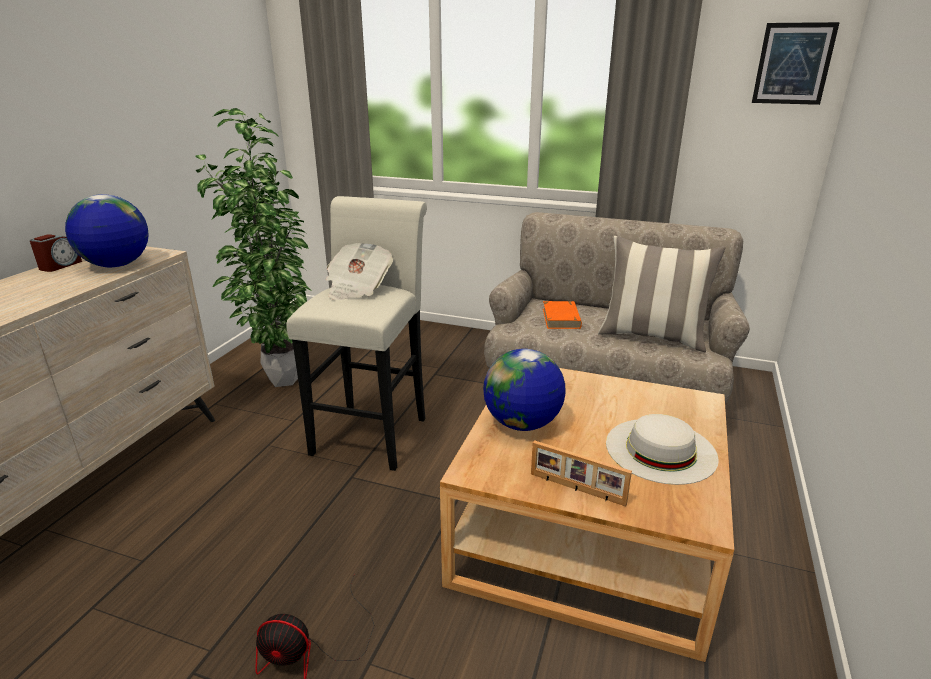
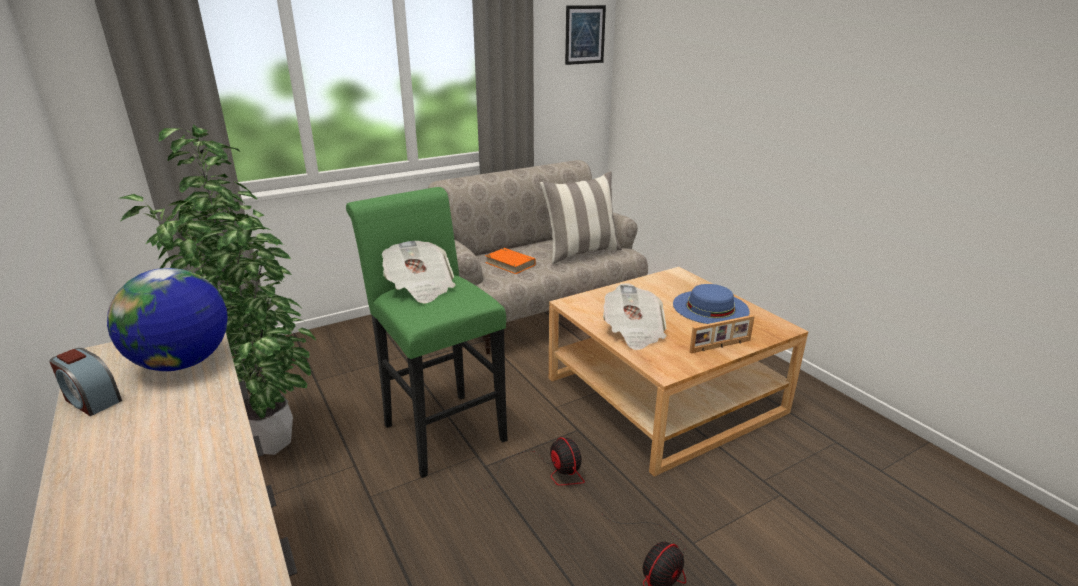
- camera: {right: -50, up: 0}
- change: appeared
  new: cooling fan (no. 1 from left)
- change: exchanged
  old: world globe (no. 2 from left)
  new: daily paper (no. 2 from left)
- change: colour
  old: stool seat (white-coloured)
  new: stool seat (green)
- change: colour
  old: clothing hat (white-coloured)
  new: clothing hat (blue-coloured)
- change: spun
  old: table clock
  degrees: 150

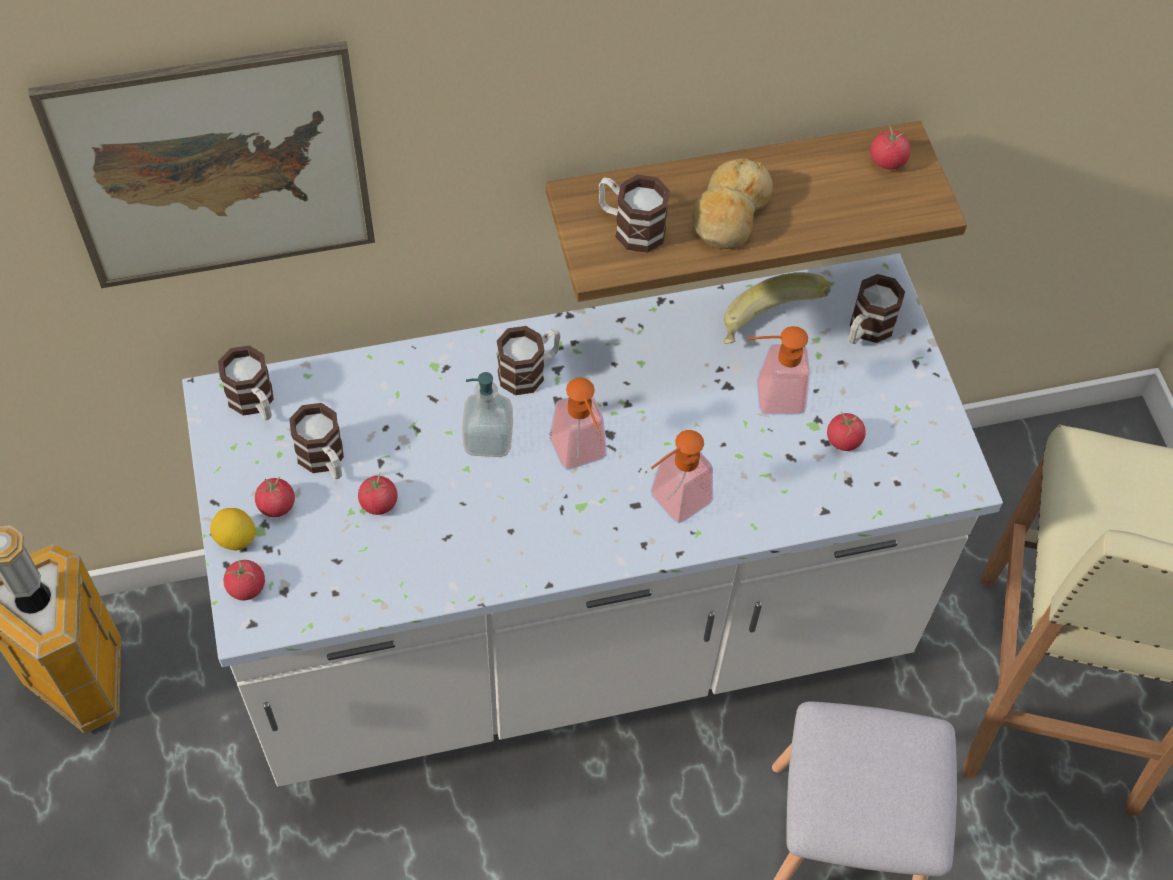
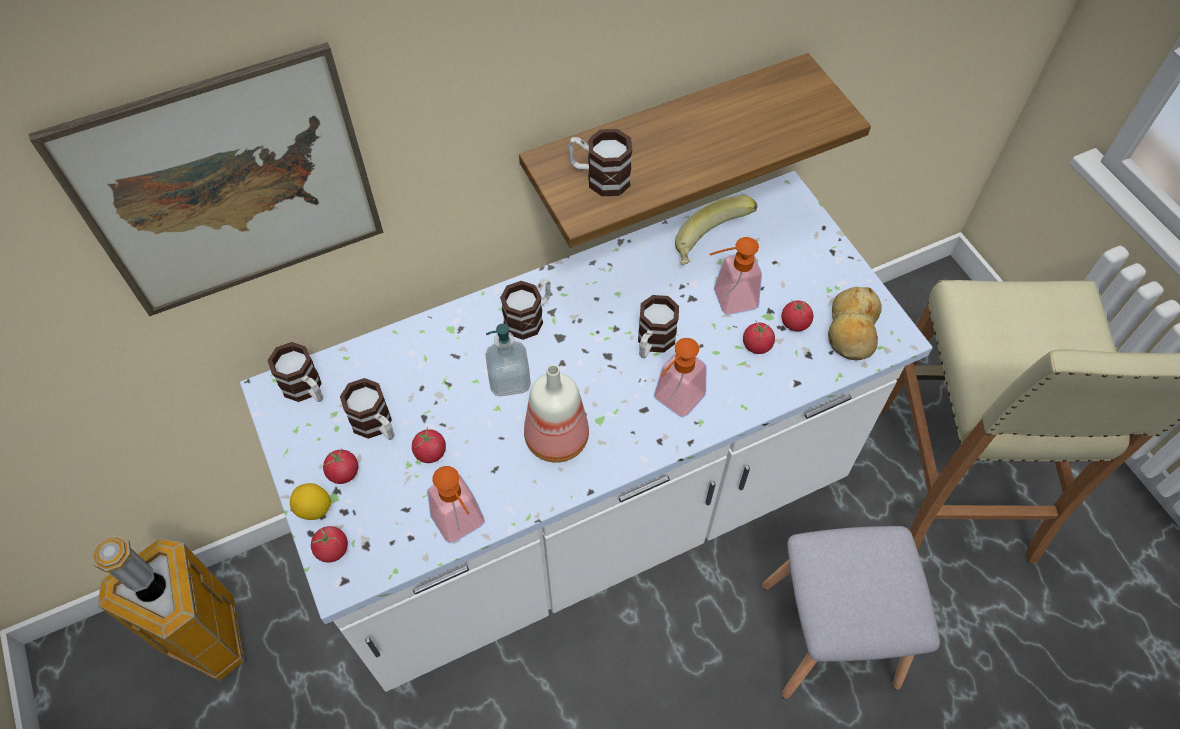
- camera: {right: -10, up: 0}
- change: appeared
  new: beverage bottle
- change: relocated
  old: soap bottle (no. 2 from left in the first image)
  new: soap bottle (no. 1 from left)
- change: relocated
  old: bakery bread
- change: relocated
  old: coffee mug (no. 5 from left)
- change: relocated
  old: fresh tomato (no. 5 from left in the first image)
  new: fresh tomato (no. 4 from left)

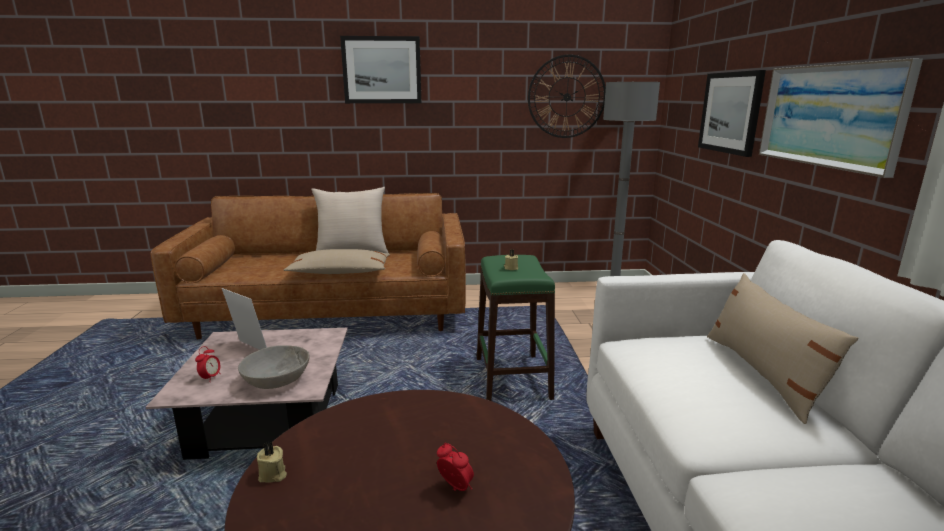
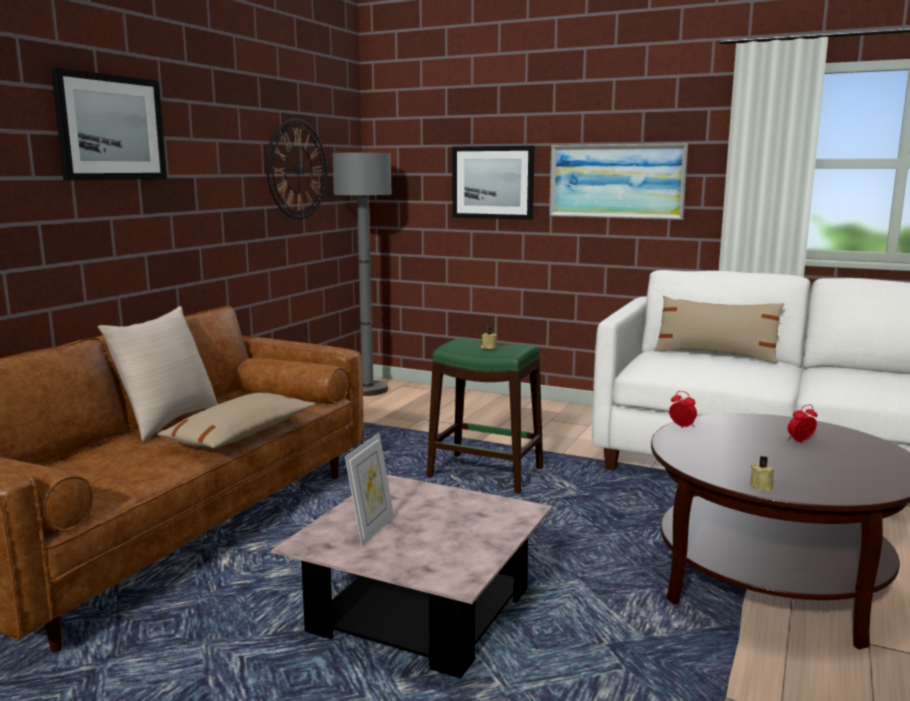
- camera: {right: -60, up: -5}
- change: missing
  old: serving bowl (grey)
- change: relocated
  old: table clock (no. 1 from left)
- change: spun
  old: photo frame
  degrees: 135

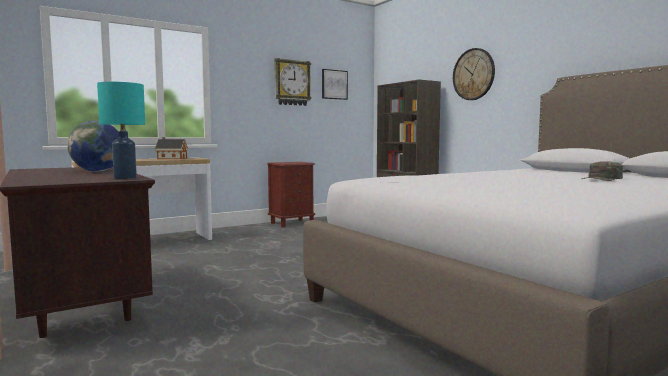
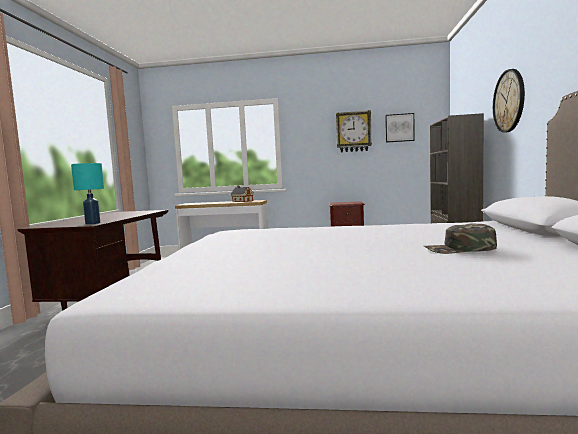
- camera: {right: 40, up: 0}
- change: missing
  old: world globe

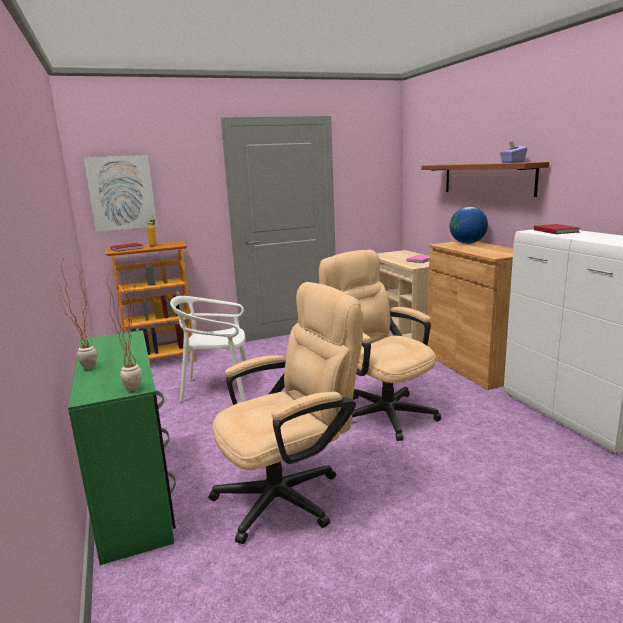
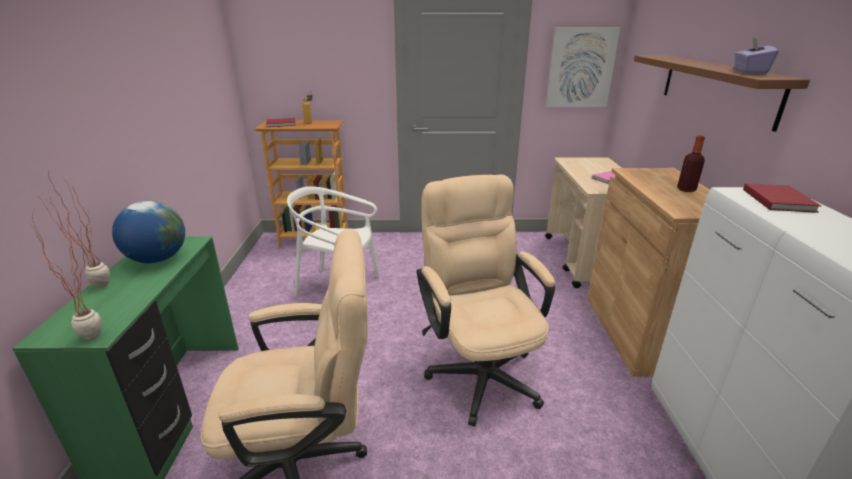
- camera: {right: 20, up: 10}
- change: appeared
  new: beverage bottle (no. 2 from left)
- change: relocated
  old: wall picture
- change: relocated
  old: world globe

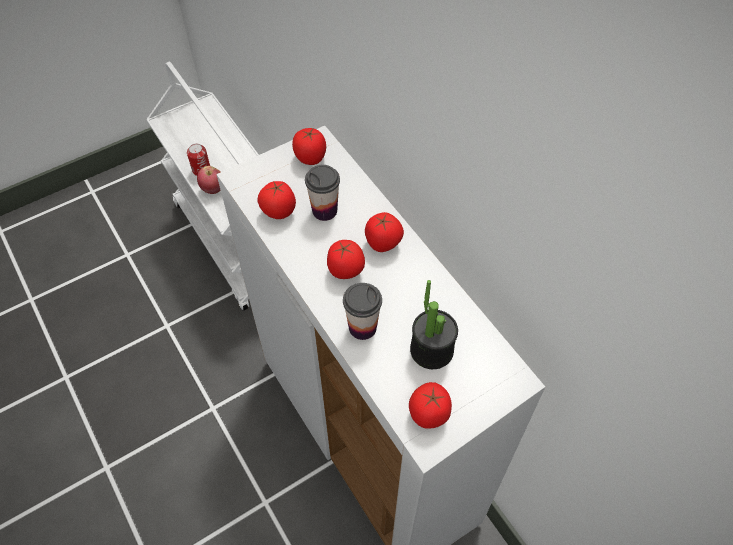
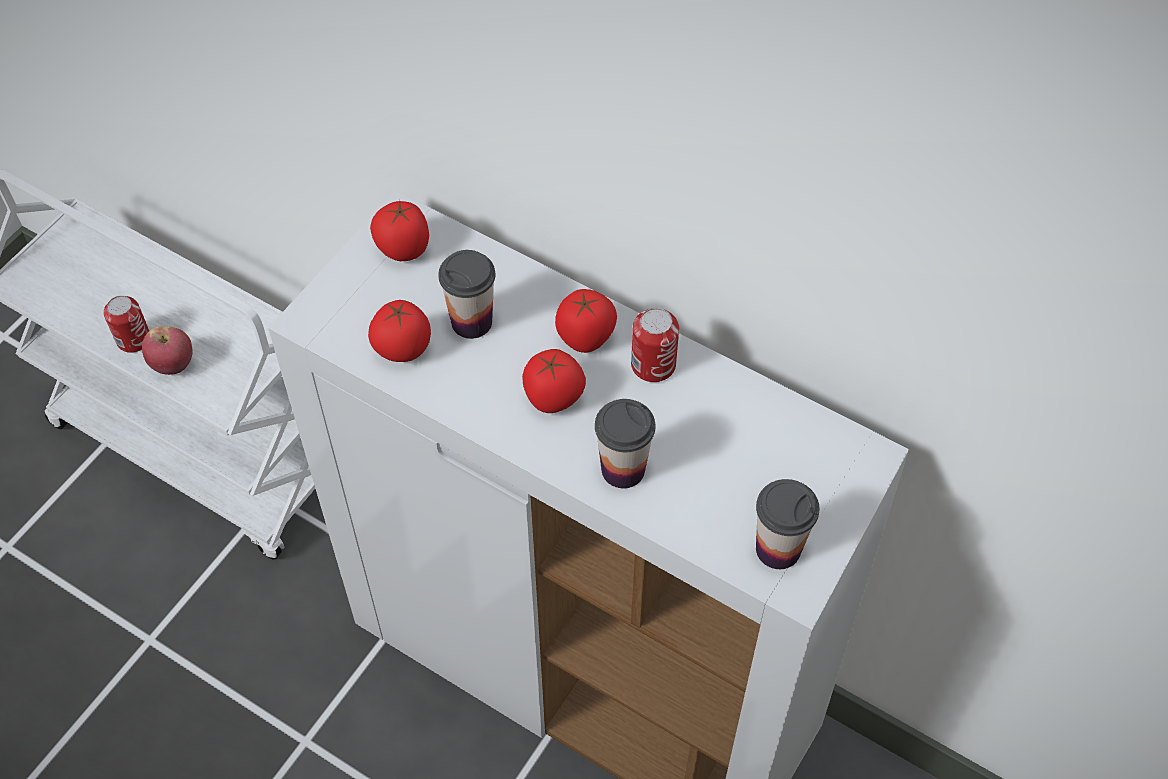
- camera: {right: -25, up: 0}
- change: missing
  old: potted plant
- change: appeared
  new: metal can (no. 2 from left)
- change: exchanged
  old: fresh tomato (no. 5 from left)
  new: drinking cup (no. 3 from left)

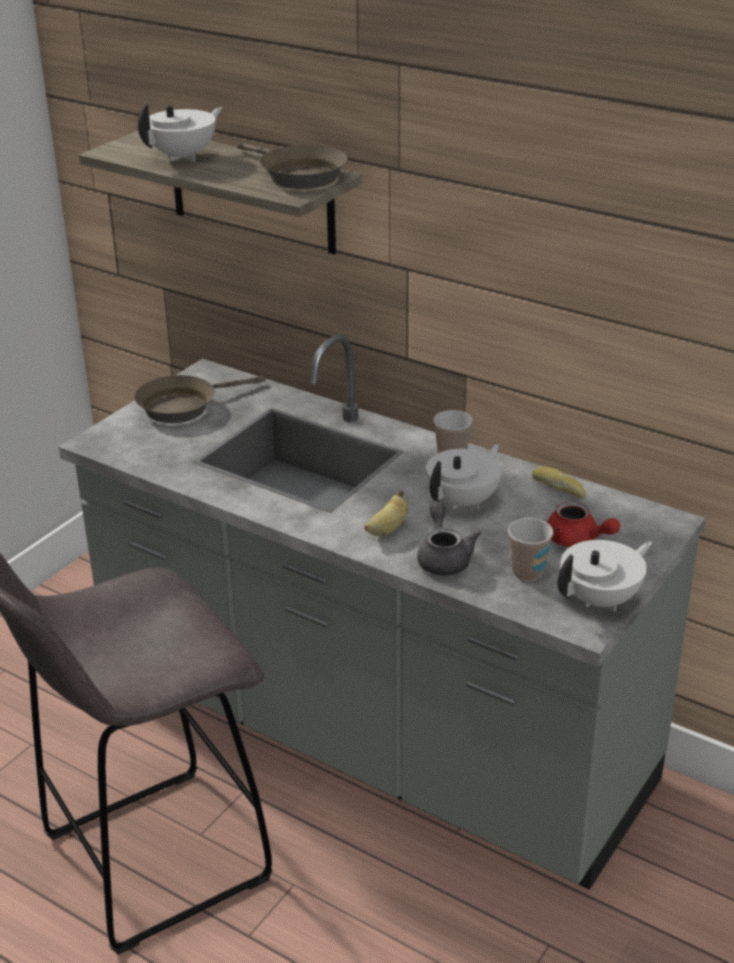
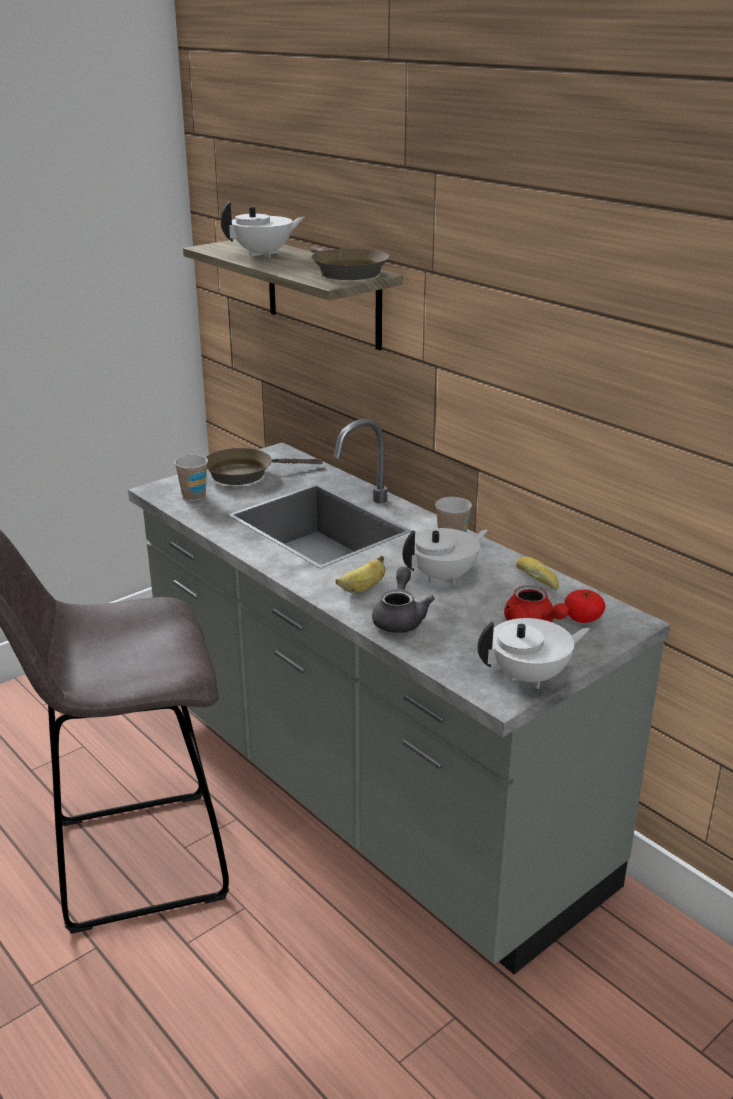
- camera: {right: 15, up: -5}
- change: appeared
  new: fresh tomato
- change: relocated
  old: drinking cup (no. 2 from left in the first image)
  new: drinking cup (no. 1 from left)

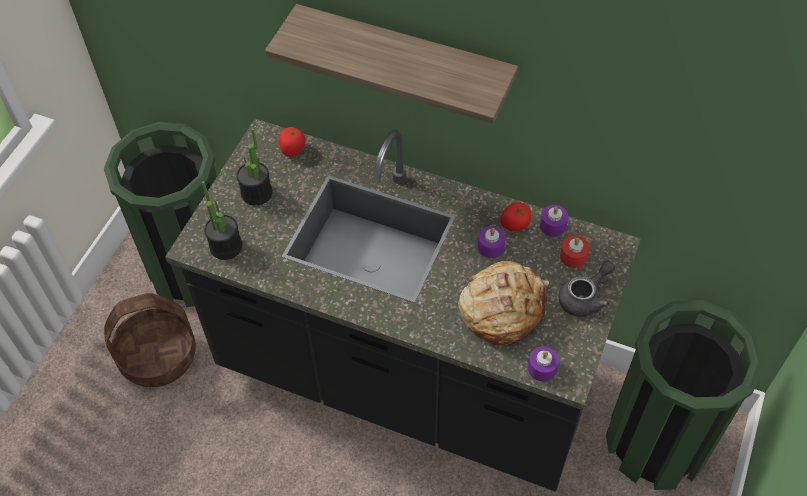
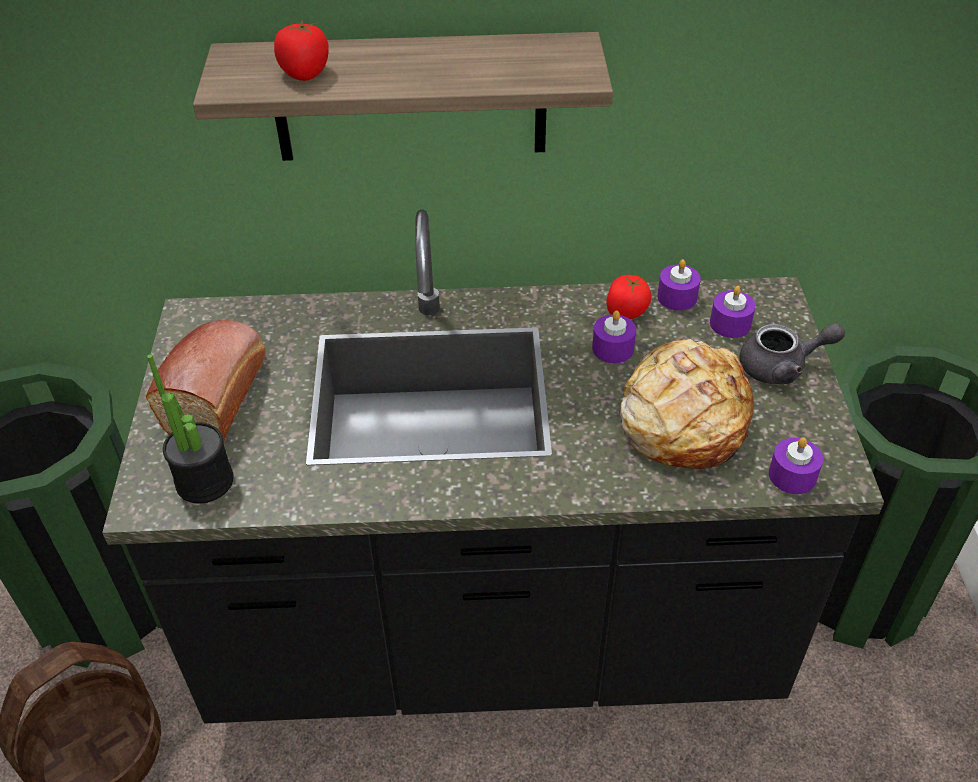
- camera: {right: -25, up: -10}
- change: relocated
  old: fresh tomato (no. 1 from left)
- change: exchanged
  old: potted plant (no. 2 from left)
  new: bakery bread (no. 1 from left)
- change: colour
  old: candle (red)
  new: candle (purple) (no. 3 from left)
- change: spun
  old: tea pot (grey)
  degrees: 60

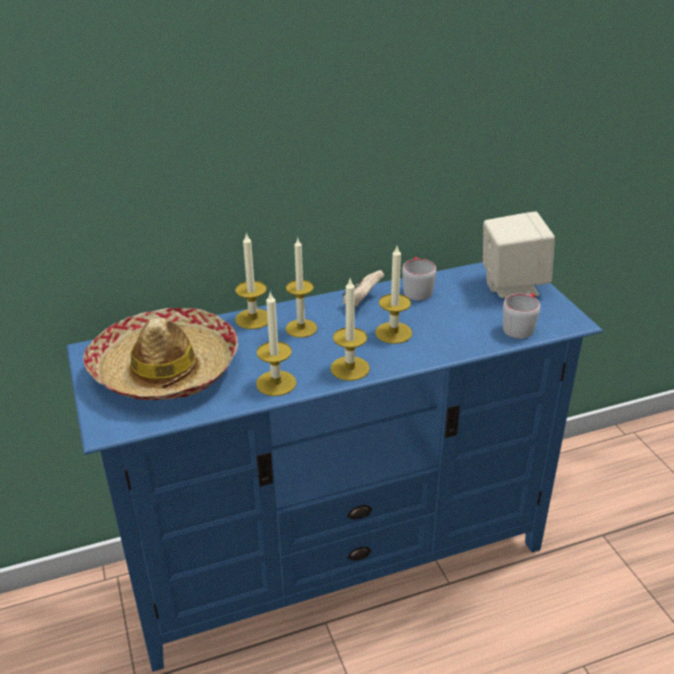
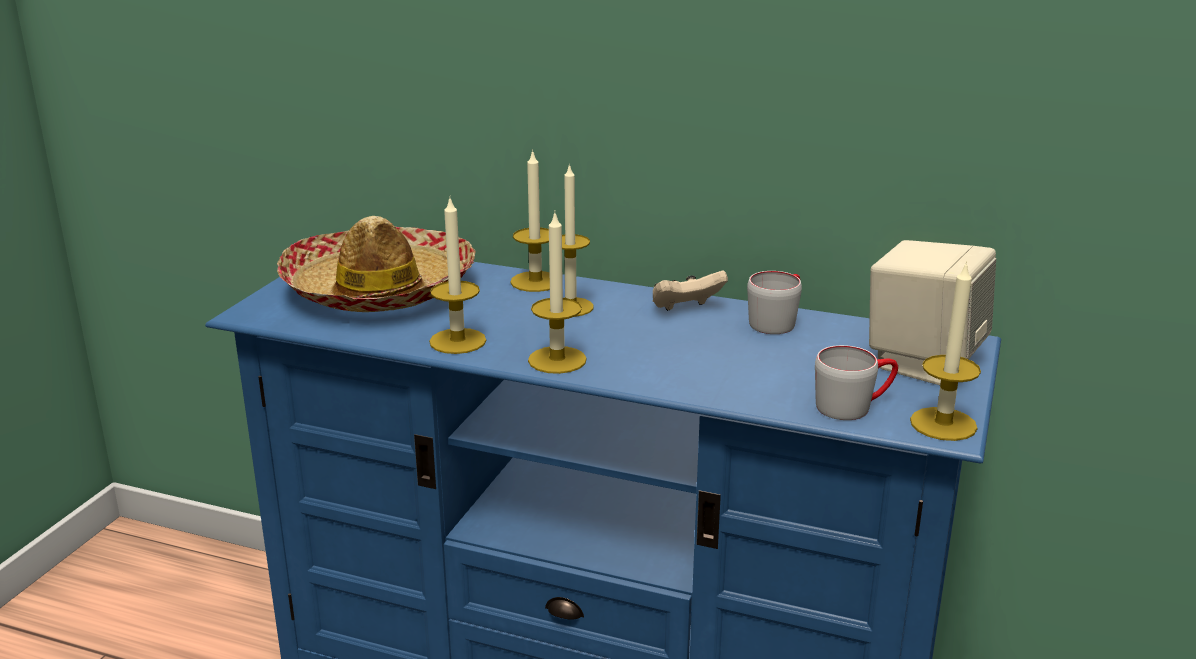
- camera: {right: 40, up: -10}
- change: relocated
  old: candle (no. 5 from left)

